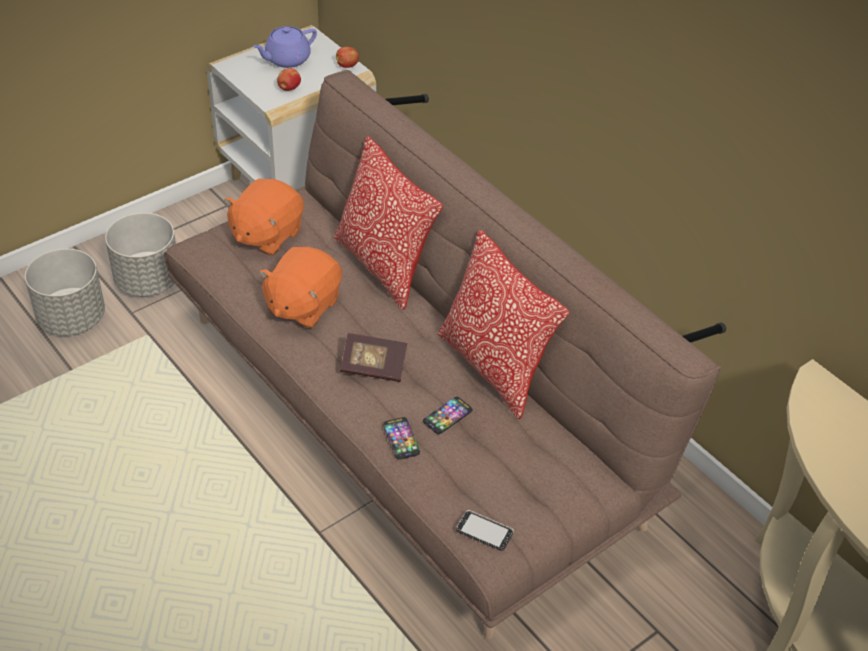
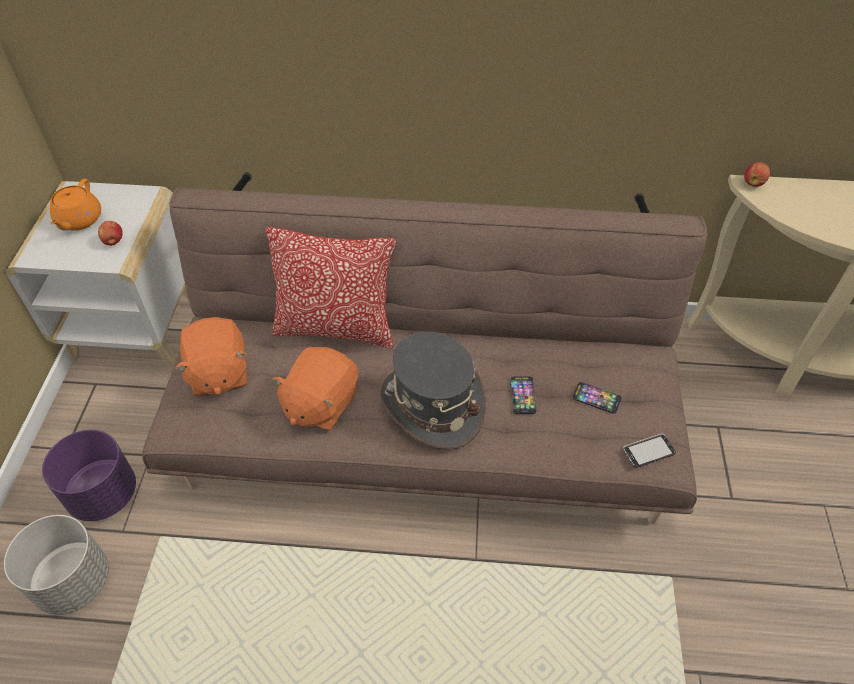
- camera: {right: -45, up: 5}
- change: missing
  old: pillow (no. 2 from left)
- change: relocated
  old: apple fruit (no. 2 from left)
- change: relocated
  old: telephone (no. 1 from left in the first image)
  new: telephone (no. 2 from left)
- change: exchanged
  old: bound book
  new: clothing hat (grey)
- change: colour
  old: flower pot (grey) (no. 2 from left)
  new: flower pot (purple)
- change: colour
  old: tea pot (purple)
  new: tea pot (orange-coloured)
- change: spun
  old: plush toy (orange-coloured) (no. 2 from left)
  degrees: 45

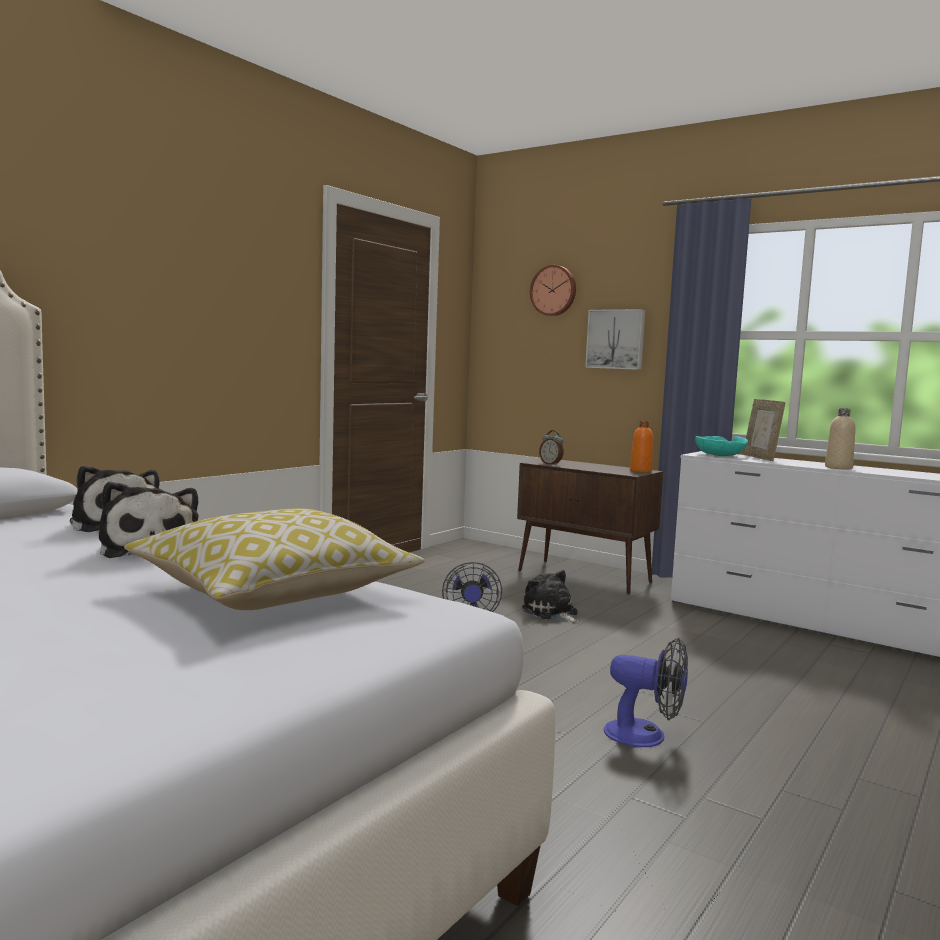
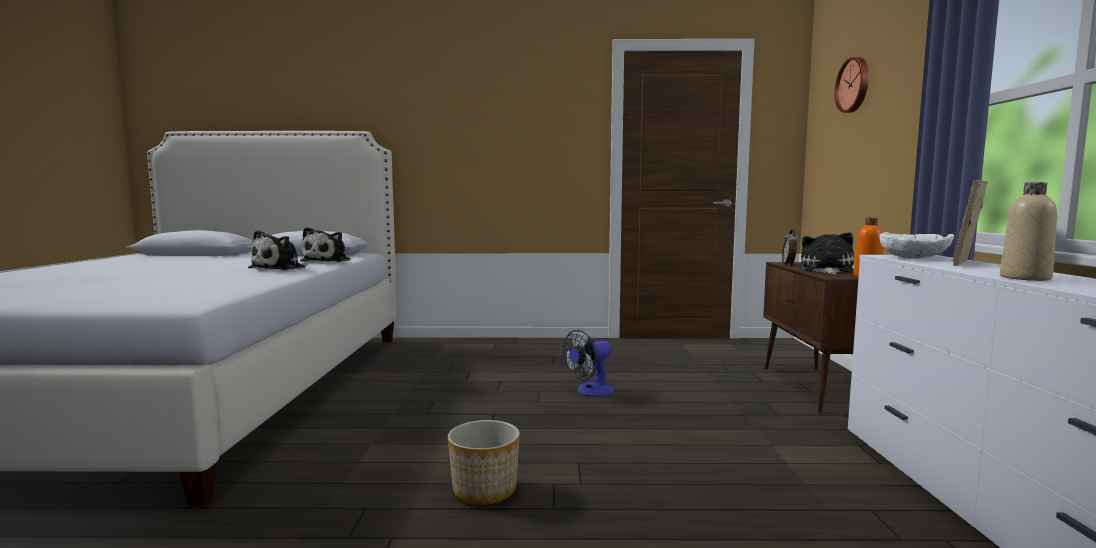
- camera: {right: 55, up: 0}
- change: missing
  old: pillow
- change: missing
  old: wall picture
- change: relocated
  old: plush toy (no. 3 from left)
- change: exchanged
  old: cooling fan (no. 2 from left)
  new: flower pot
- change: colour
  old: serving bowl (turquoise-coloured)
  new: serving bowl (white-coloured)

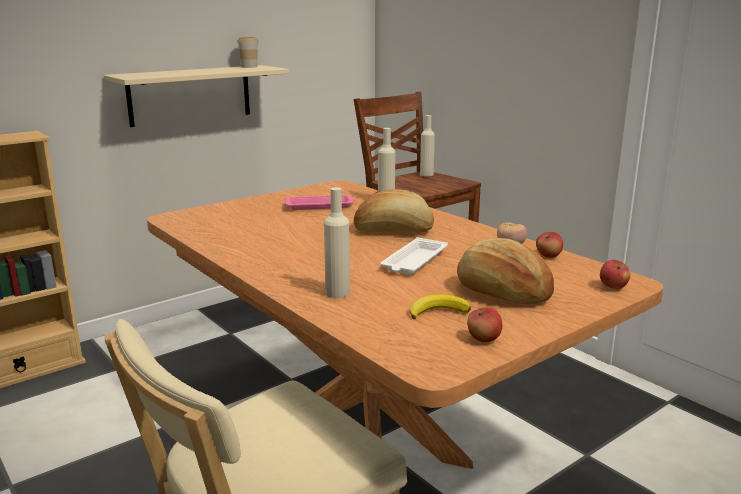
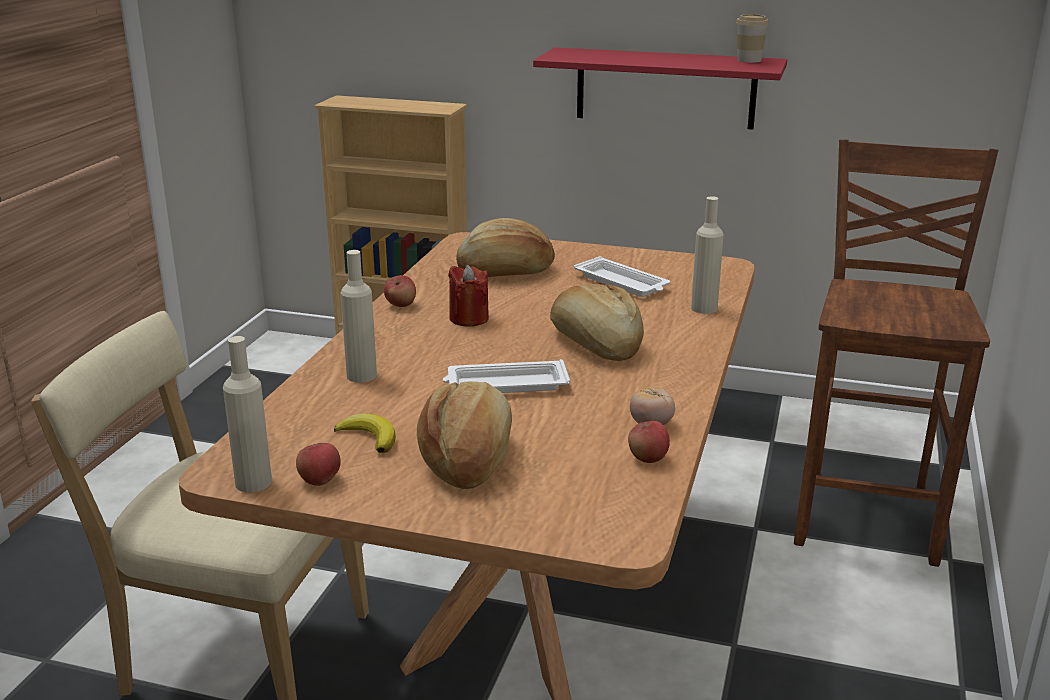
- camera: {right: 55, up: 5}
- change: appeared
  new: candle (red)
- change: appeared
  new: bakery bread (no. 2 from left)
- change: relocated
  old: beverage bottle (sand-coloured) (no. 3 from left in the first image)
  new: beverage bottle (sand-coloured) (no. 1 from left)
- change: relocated
  old: apple fruit (no. 3 from left in the first image)
  new: apple fruit (no. 2 from left)
- change: colour
  old: bracket shelf (sand-coloured)
  new: bracket shelf (red)
- change: colour
  old: tray (pink)
  new: tray (white-coloured) (no. 2 from left)

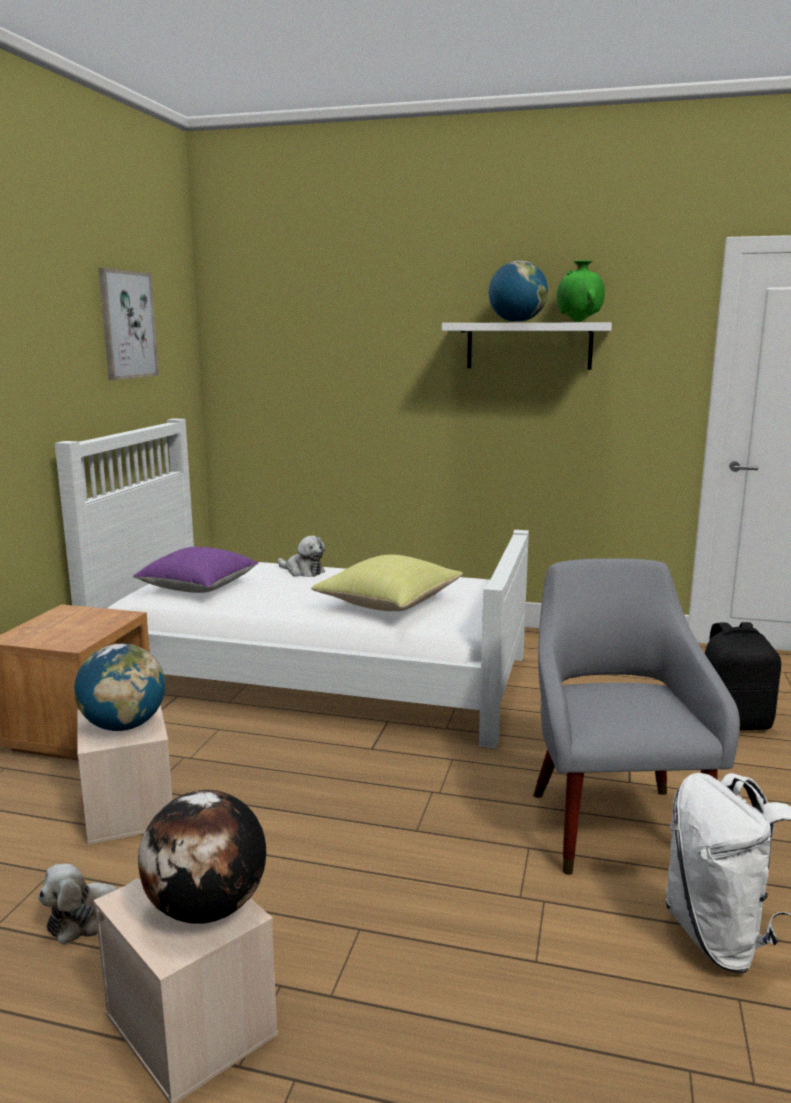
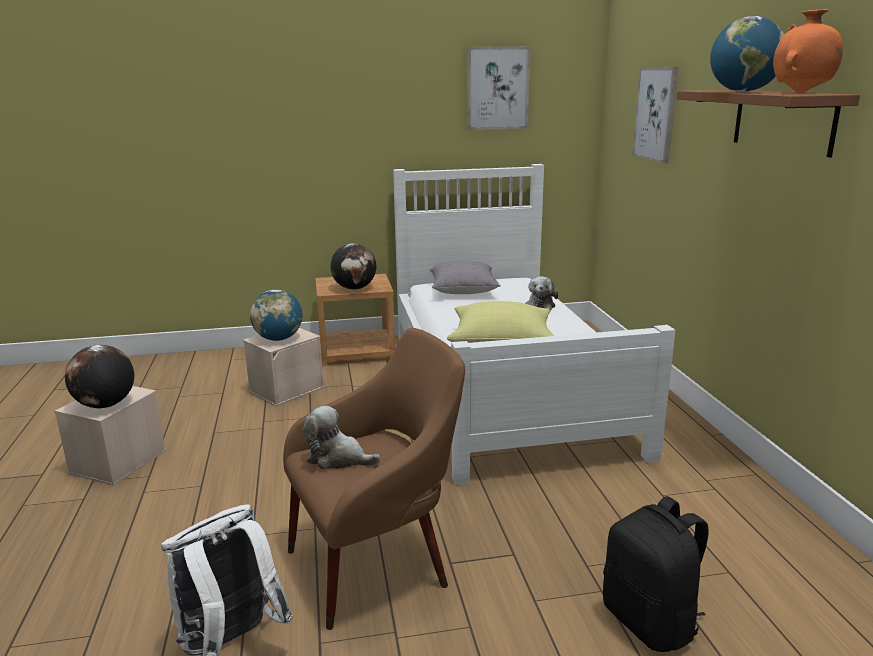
- camera: {right: 65, up: 5}
- change: appeared
  new: world globe (no. 3 from left)
- change: appeared
  new: wall picture (no. 2 from left)
- change: relocated
  old: plush toy (no. 1 from left)
- change: colour
  old: pillow (purple)
  new: pillow (grey)
- change: colour
  old: bracket shelf (white-coloured)
  new: bracket shelf (brown-coloured)
- change: colour
  old: armchair (grey)
  new: armchair (brown-coloured)
- change: colour
  old: vase (green)
  new: vase (orange-coloured)

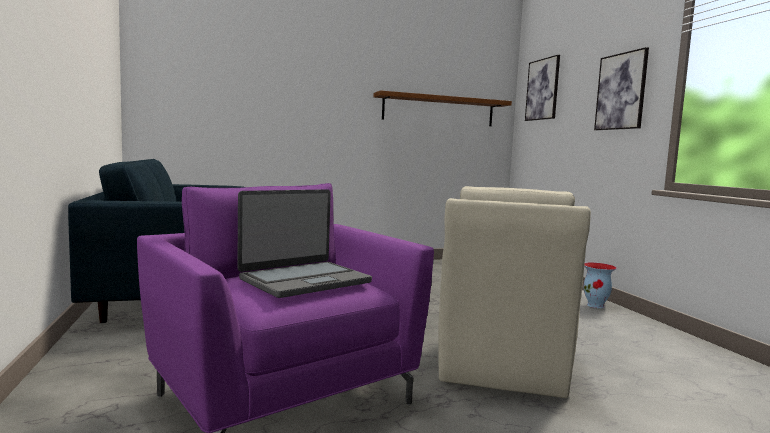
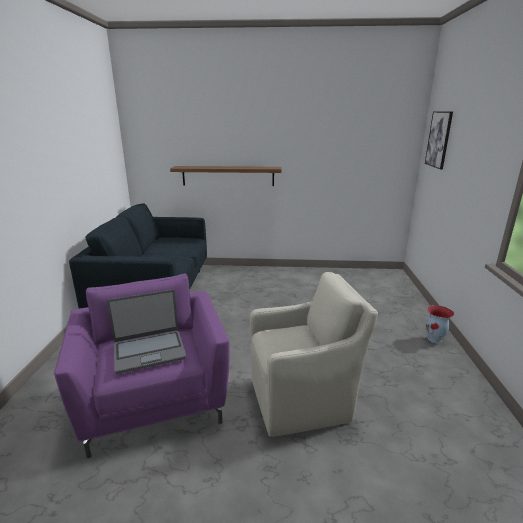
- camera: {right: 20, up: 15}
- change: missing
  old: wall picture (no. 2 from left)
- change: relocated
  old: bracket shelf (brown-coloured)
- change: spun
  old: armchair (sand-coloured)
  degrees: -135

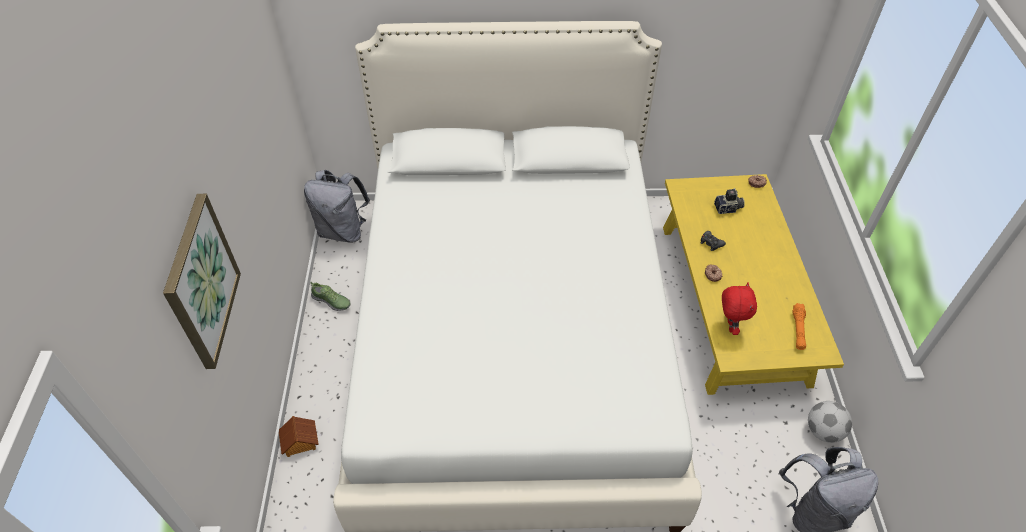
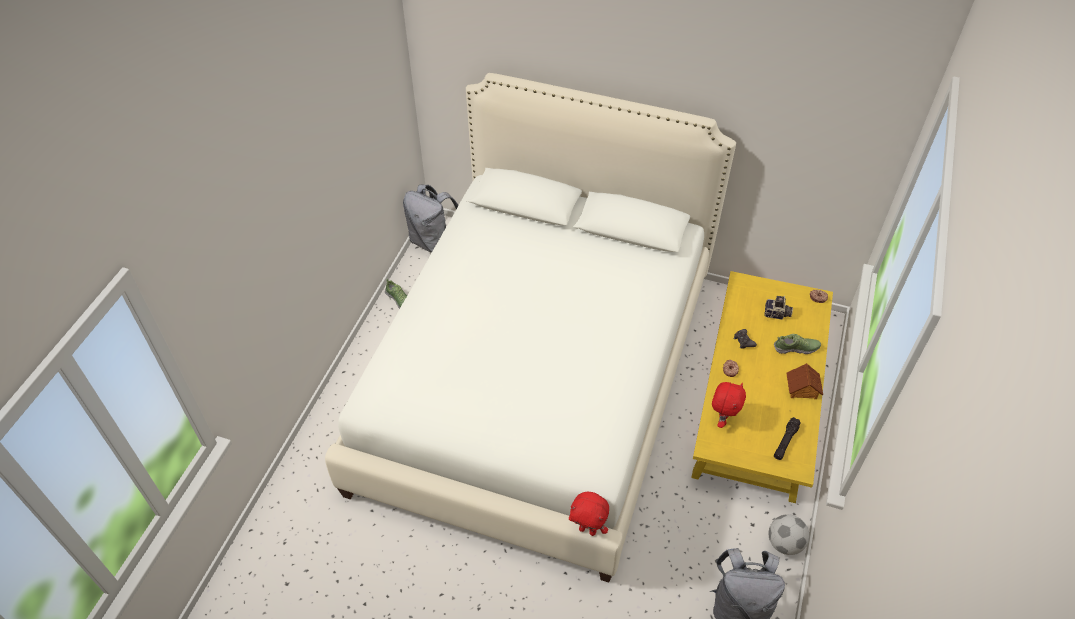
- camera: {right: 20, up: 0}
- change: missing
  old: wall picture
- change: appeared
  new: plush toy (red) (no. 1 from left)
- change: appeared
  new: item of footwear (no. 2 from left)
- change: relocated
  old: model house
- change: colour
  old: flashlight (orange-coloured)
  new: flashlight (blackish)

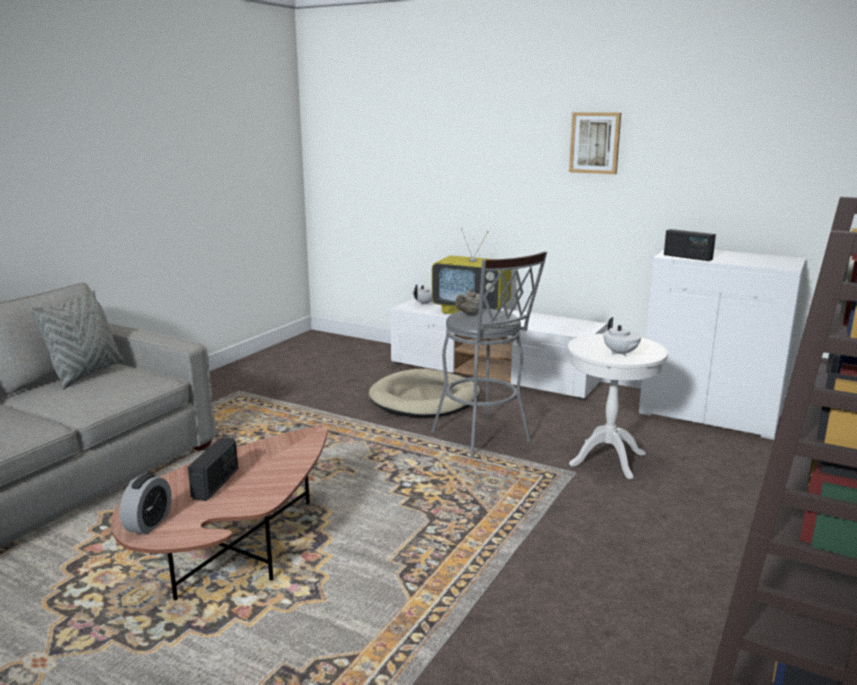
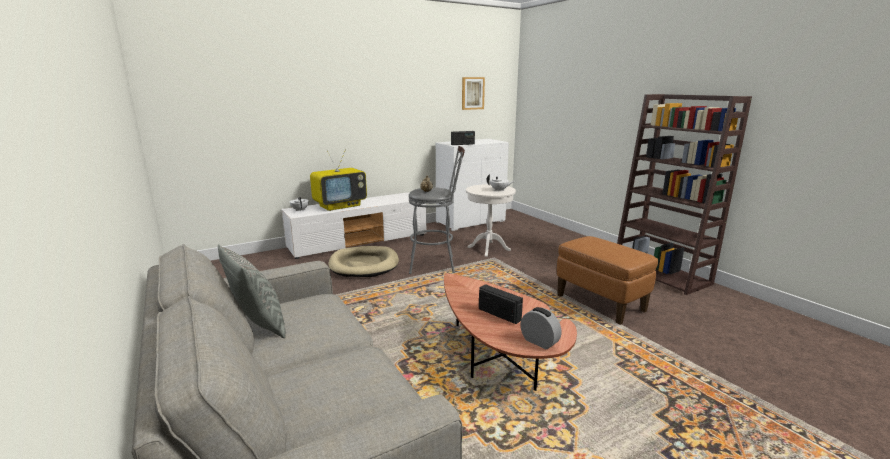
- camera: {right: -60, up: 0}
- change: appeared
  new: ottoman (brown-coloured)
- change: relocated
  old: wall picture

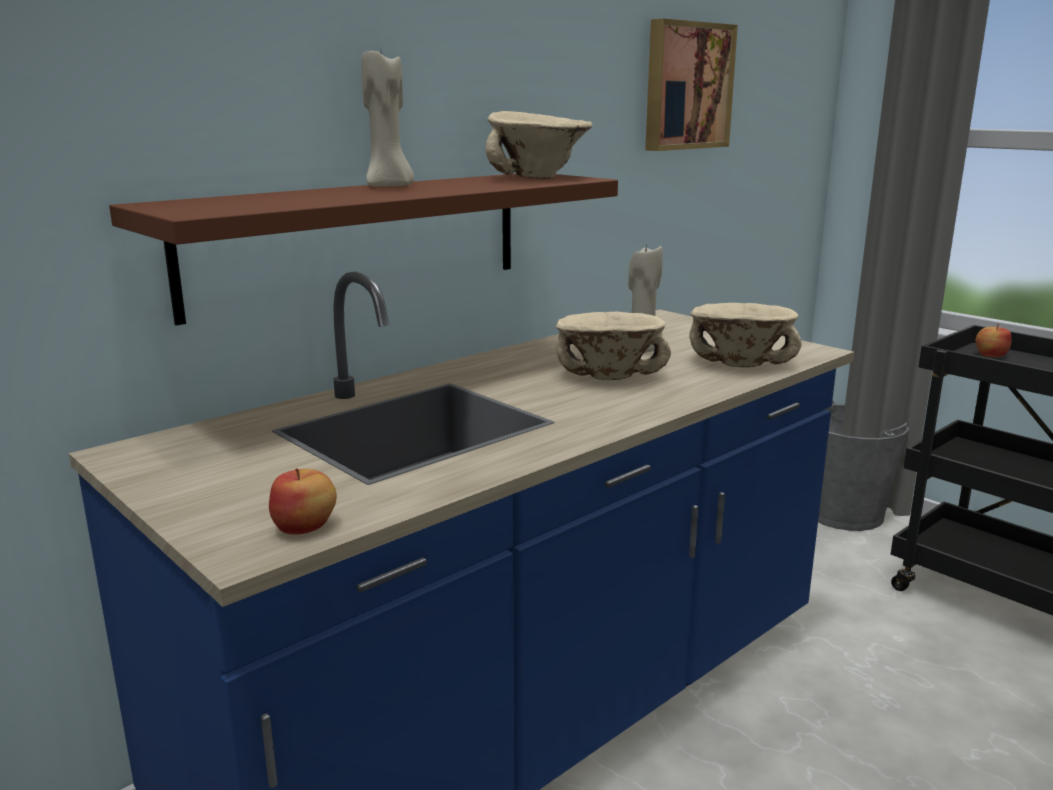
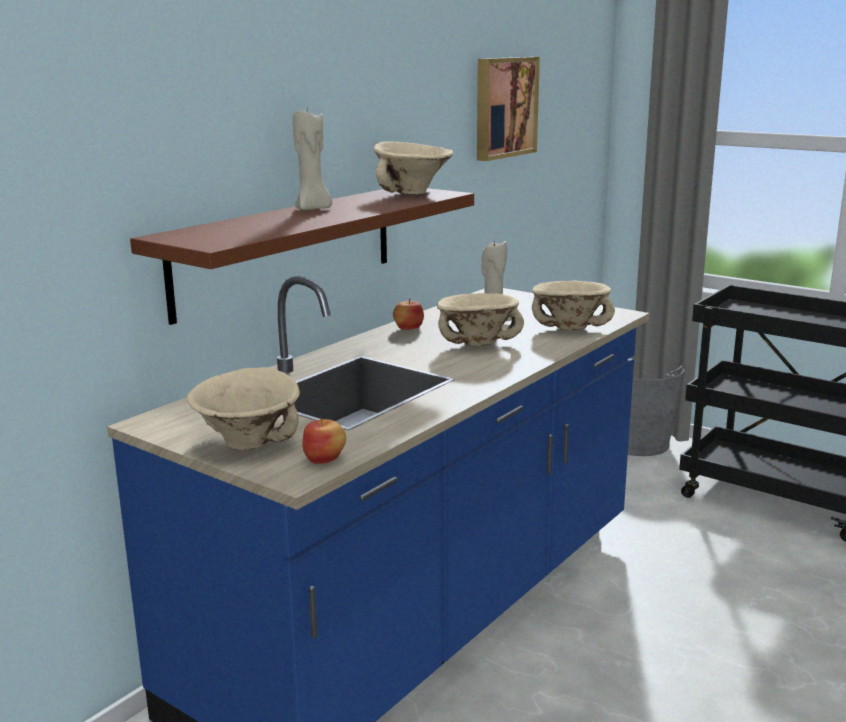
- camera: {right: -10, up: 0}
- change: appeared
  new: serving bowl (sand-coloured) (no. 1 from left)
- change: relocated
  old: apple fruit (no. 2 from left)

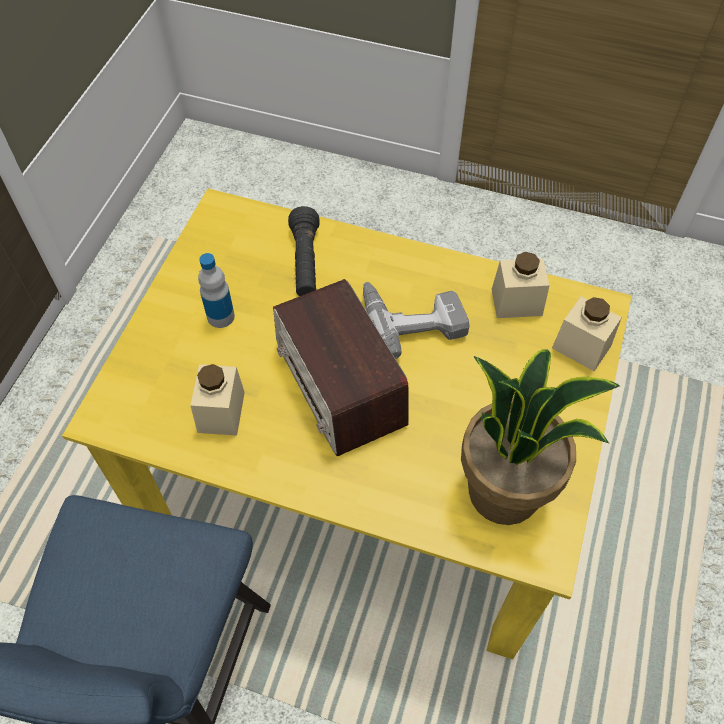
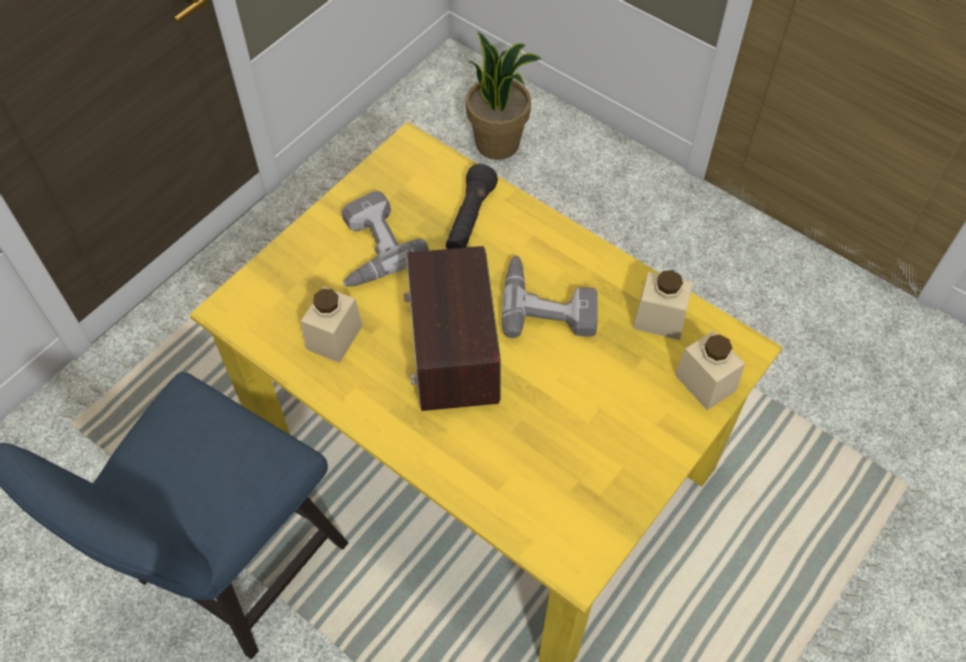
- camera: {right: 20, up: 0}
- change: relocated
  old: potted plant
- change: exchanged
  old: beverage bottle
  new: drill (no. 1 from left)

